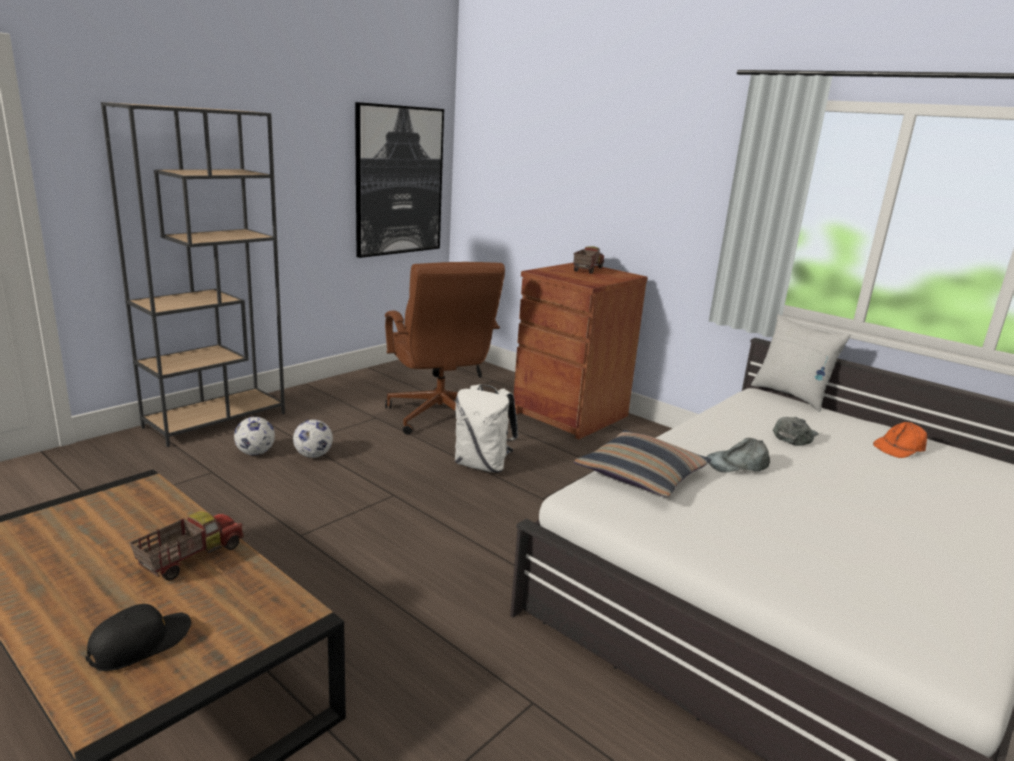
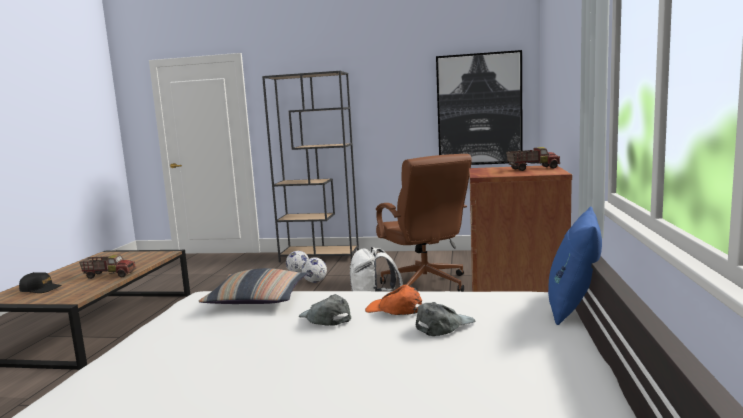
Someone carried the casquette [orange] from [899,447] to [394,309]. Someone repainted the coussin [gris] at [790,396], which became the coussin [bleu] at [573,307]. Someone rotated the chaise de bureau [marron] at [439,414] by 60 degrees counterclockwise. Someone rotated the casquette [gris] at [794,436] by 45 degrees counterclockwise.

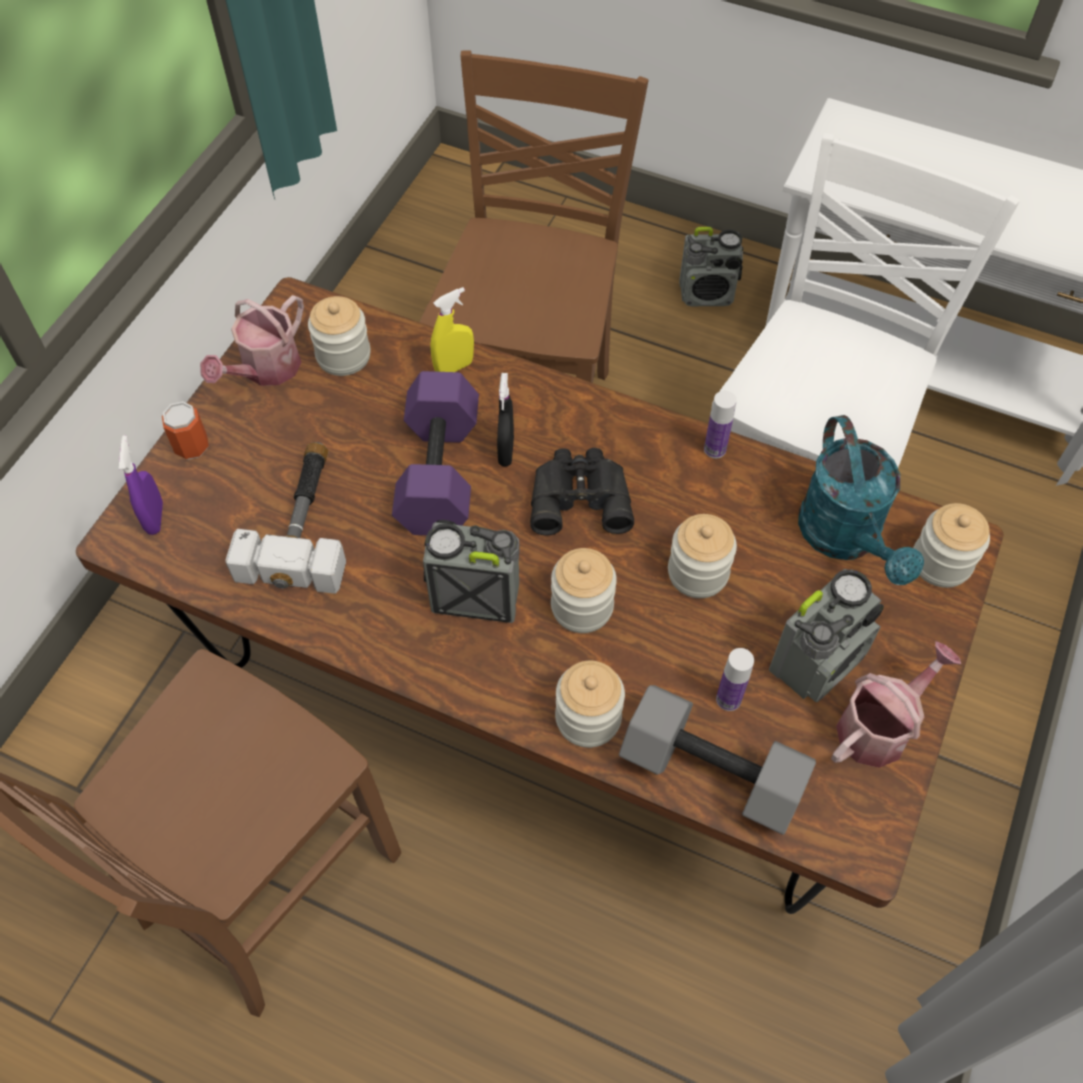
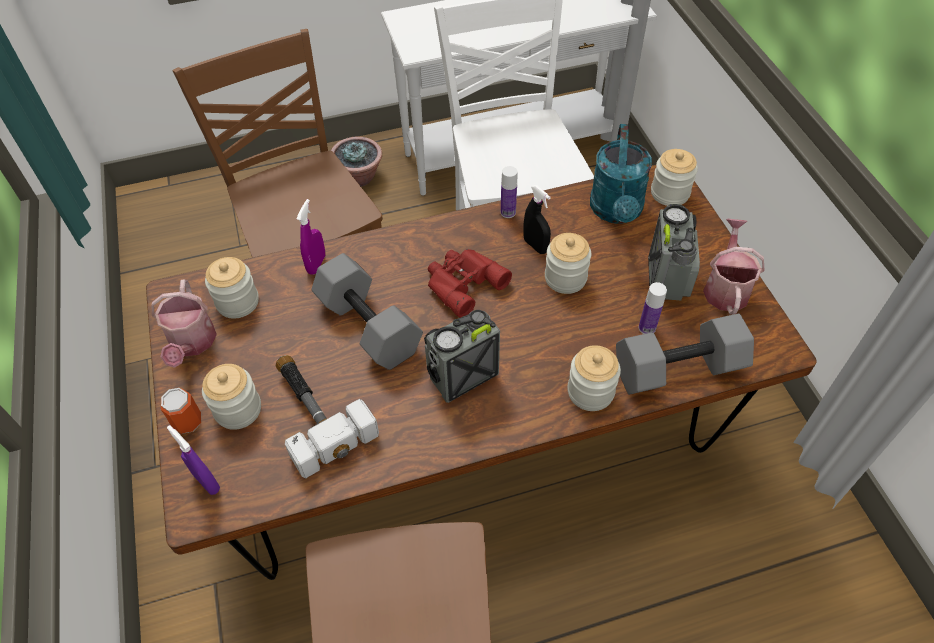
Someone carried the vaporisateur [noir] from [506,451] to [535,246]. Someone carried the bocal from [582,606] to [238,409]. Someone swapped the radio at [707,294] for the plante en pot at [359,177]. Someone repainted the haltère [violet] at [441,474], which became the haltère [gris] at [371,326]. Someone repainted the vaporisateur [jaune] at [454,367], which became the vaporisateur [violet] at [316,264]. Someone repainted the jumelles [noir] at [579,495], which became the jumelles [rouge] at [462,283]. Someone rotated the arrosoir [turquoise] at [846,538] by 60 degrees clockwise.

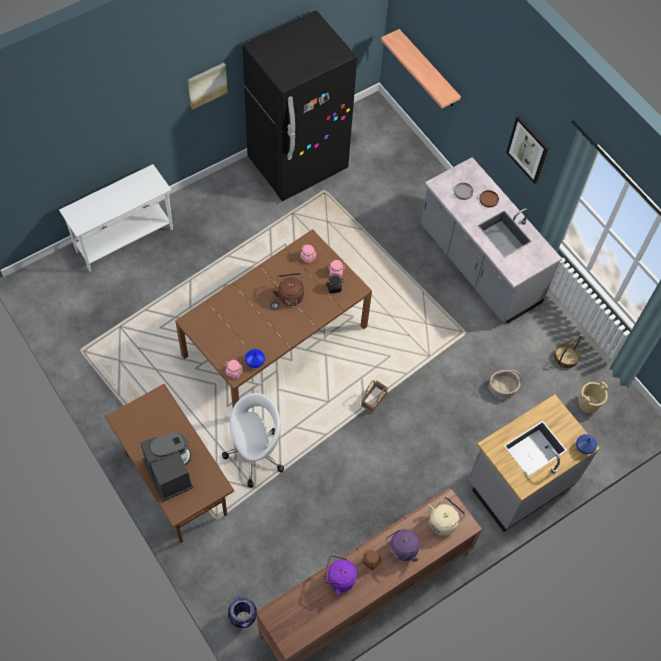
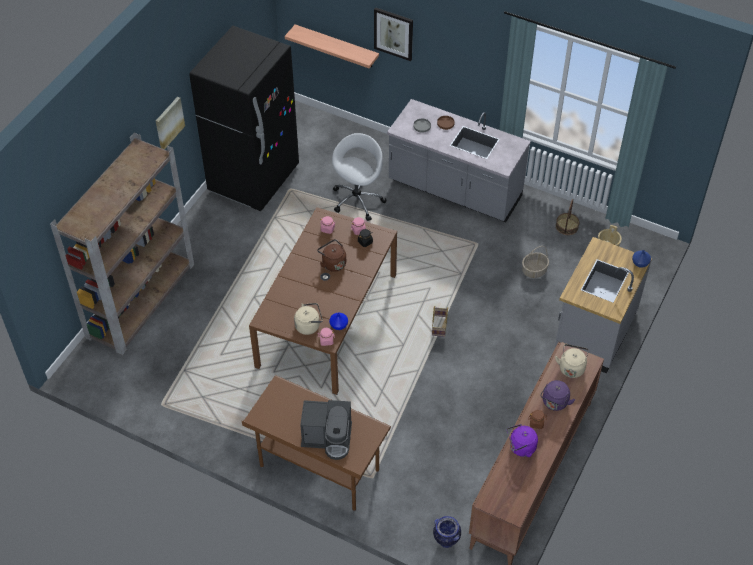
Someone put down the bouilloire [beige] at [309,326]. Someone carried the chaise de bureau [blanc] from [256,453] to [358,200]. Someone carried the tableau from [528,149] to [393,33]. Someone swapped the table console [blanc] at [125,239] for the bibliothèque [marron] at [141,300]. Someone rotated the machine à café at [169,472] by 150 degrees clockwise.

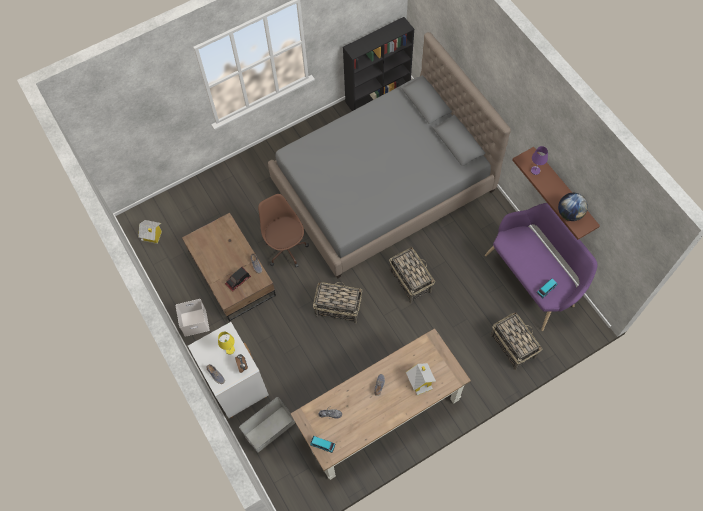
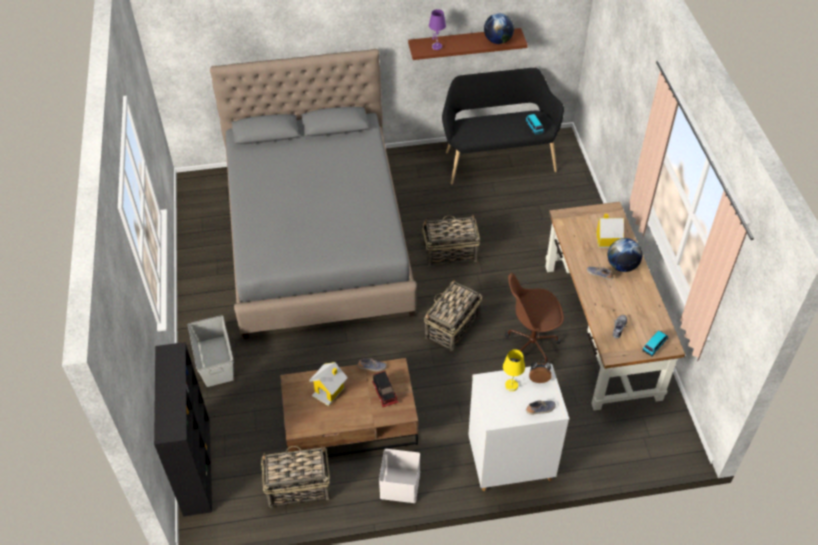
Someone put down the globe at [622,266]. Someone carried the maison miniature from [152,236] to [329,391]. Someone carried the boîte de rangement [gris] from [270,429] to [215,360]. Someone carried the chaise de bureau [marron] from [286,249] to [530,346]. Someone carried the bibliothèque [noir] from [378,93] to [196,465]. Someone carried the panier from [512,345] to [297,487]. Someone repainted the banc [violet] at [533,280], which became the banc [noir] at [497,159].

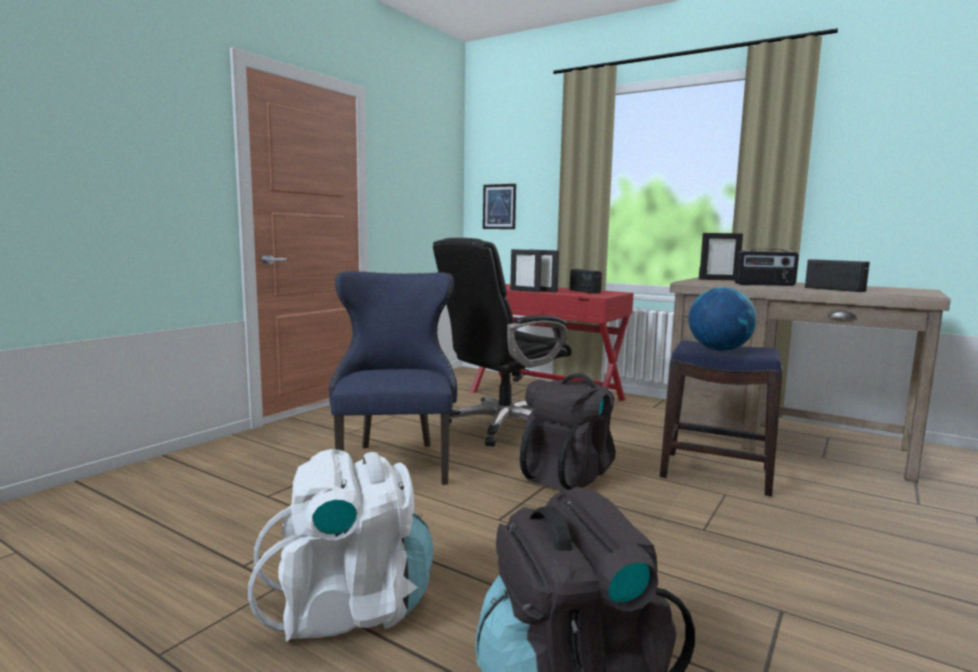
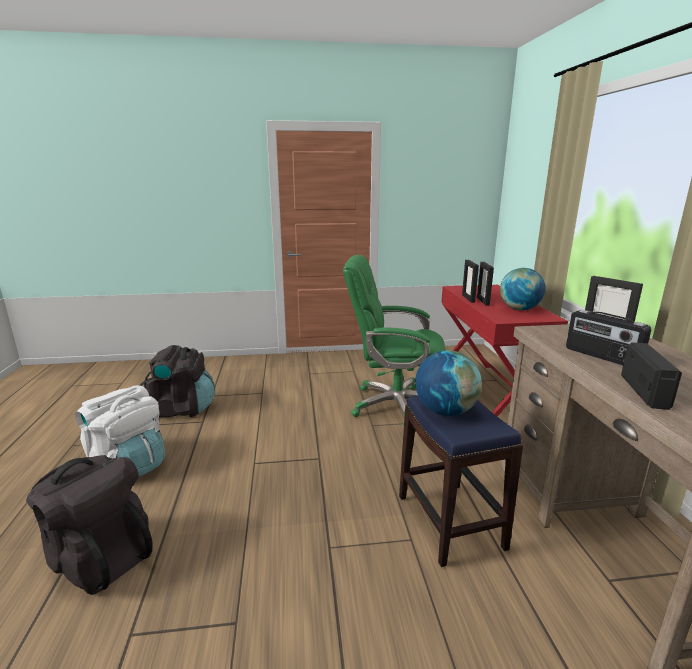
Someone took away the chaise [bleu] at [395,462]. Someone took away the tableau at [499,206]. Someone carried the sac à dos [noir] from [567,475] to [181,409]. Someone swapped the radio at [584,291] for the globe at [519,309]. Someone repainted the chaise de bureau [noir] at [502,426], which became the chaise de bureau [vert] at [394,405].

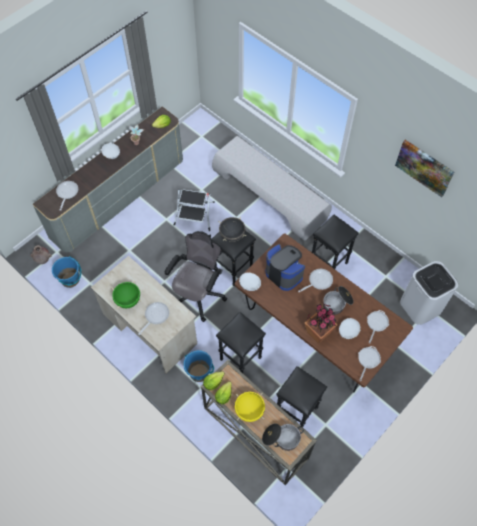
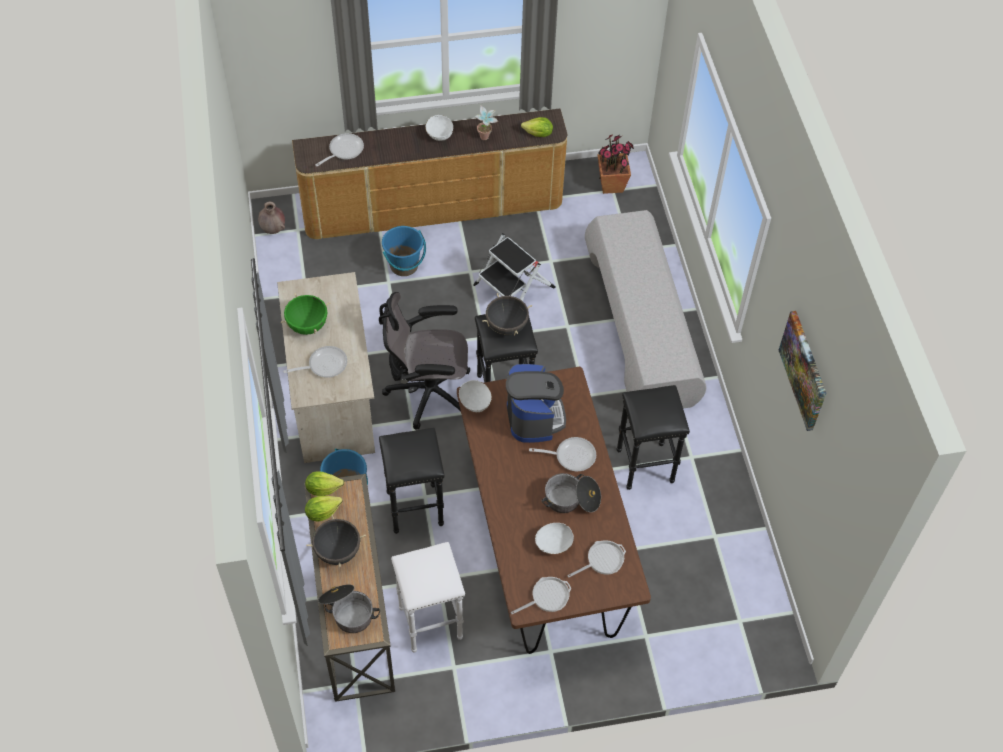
Someone took away the poubelle [blanc] at [421,306]. Someone carried the seau [bleu] from [70,280] to [404,266]. Someone carried the plante en pot from [318,333] to [612,185]. Someone repainted the meuble de rangement [gris] at [119,197], which became the meuble de rangement [marron] at [433,207]. Someone repainted the marmite [jaune] at [249,411], which became the marmite [noir] at [338,552]. Someone repainted the tabouret [noir] at [295,411], which became the tabouret [blanc] at [429,622]. Someone rotated the chaise de bureau at [198,295] by 150 degrees counterclockwise.

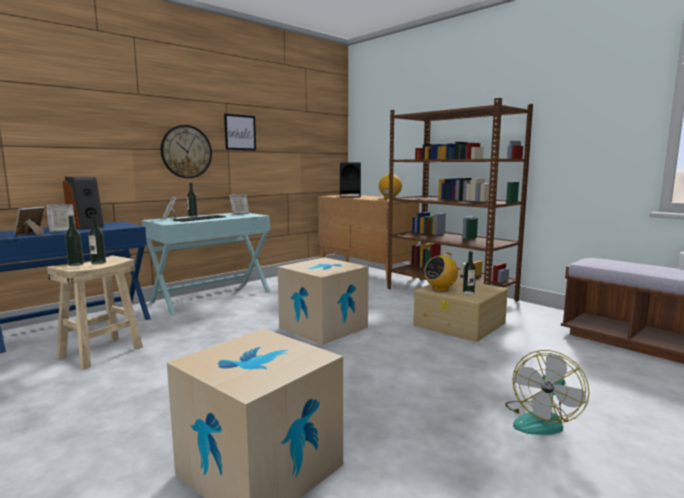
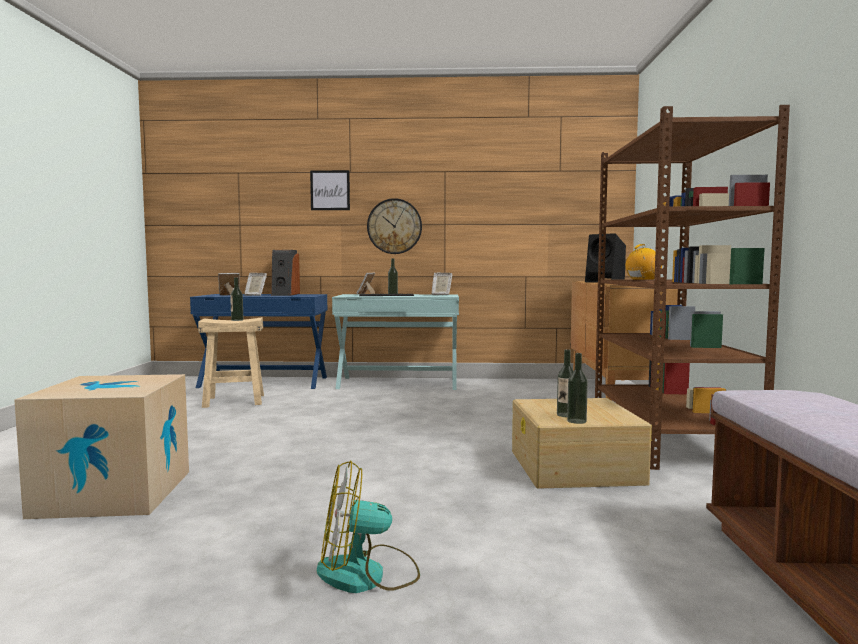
Someone took away the carton at [323,327]. Someone took away the radio at [440,289]. Someone carried the bouteille from [76,264] to [576,421]. Someone carried the tableau from [240,132] to [330,190].

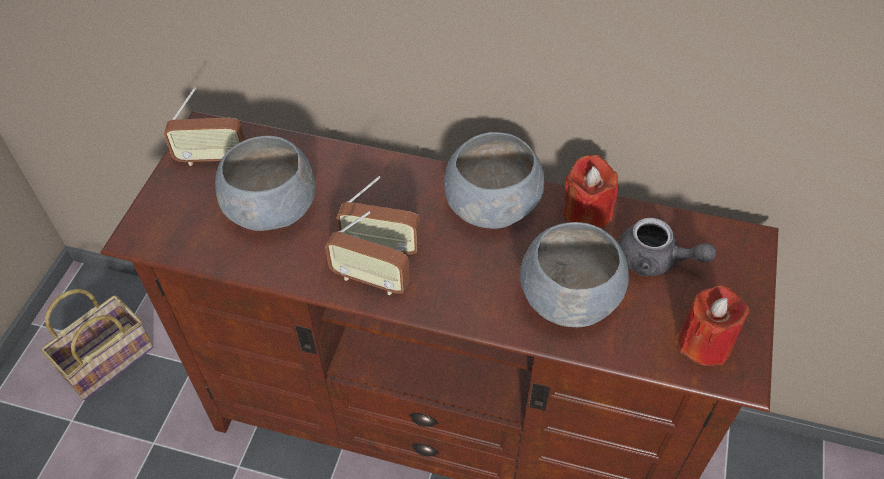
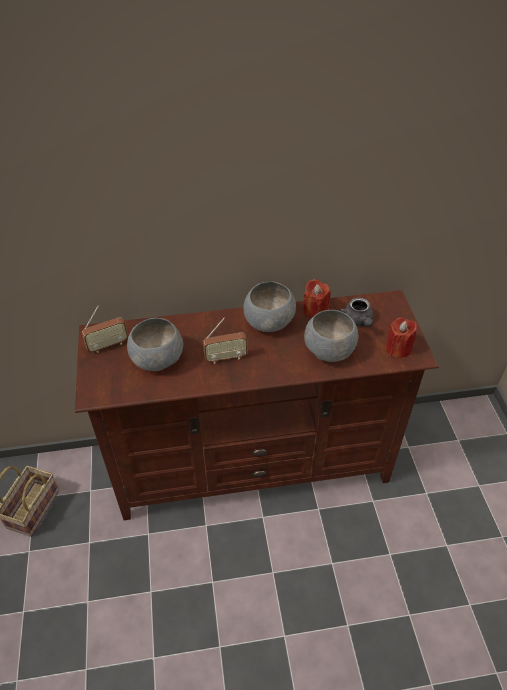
Someone took away the radio at [370,280]. Someone rotated the théière [gris] at [655,261] by 75 degrees clockwise.

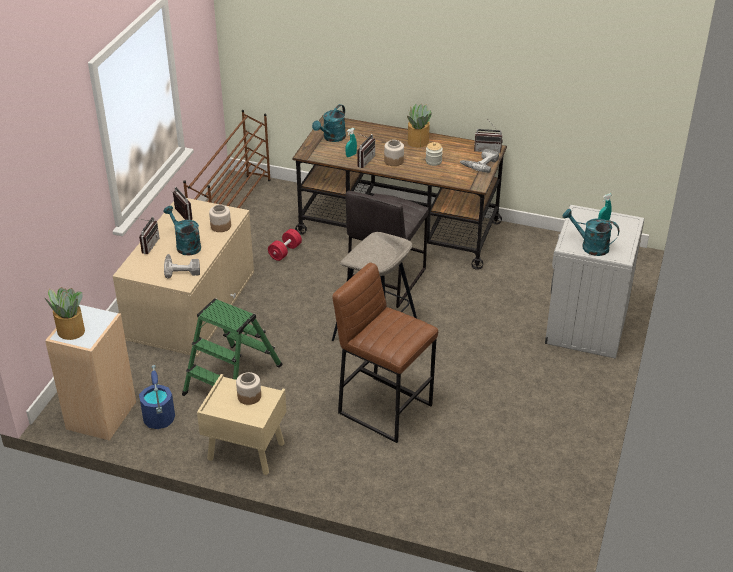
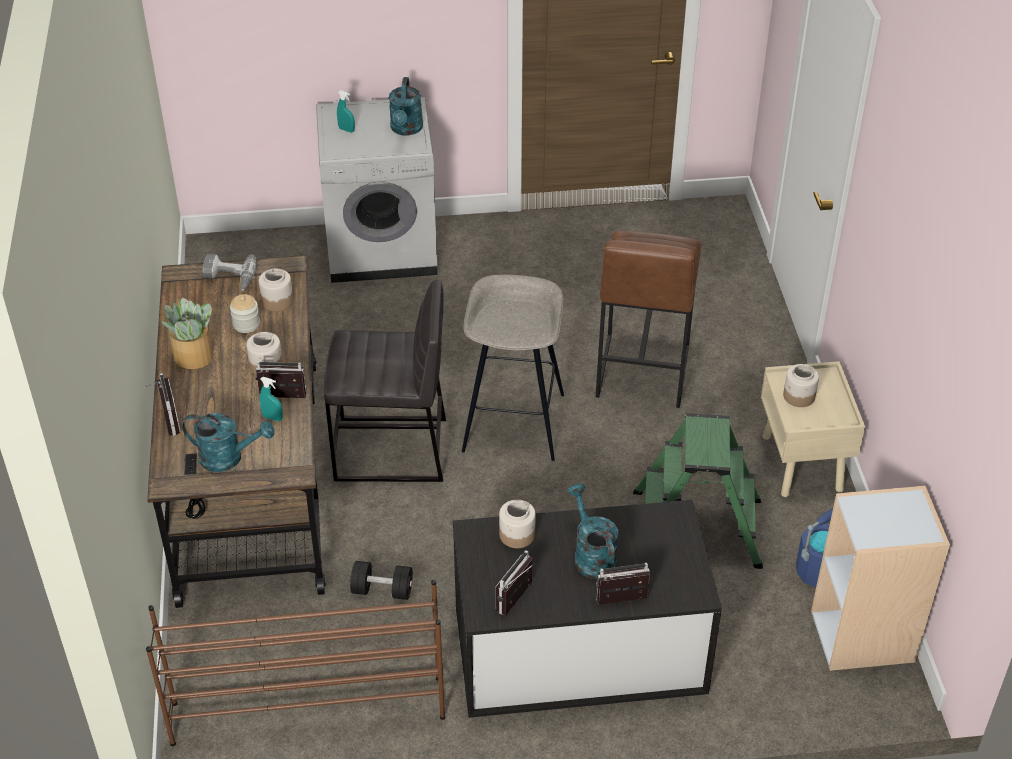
Someone took away the plante en pot at [70,330]. Someone took away the perceuse at [182,268]. Someone put down the bocal at [277,301]. Someone carried the radio from [488,149] to [165,420]. Someone repainted the meuble de rangement [beige] at [191,304], which became the meuble de rangement [noir] at [578,649]. Someone repainted the haltère [rouge] at [285,252], which became the haltère [noir] at [382,590]. Someone rotated the arrosoir [turquoise] at [185,245] by 135 degrees clockwise.

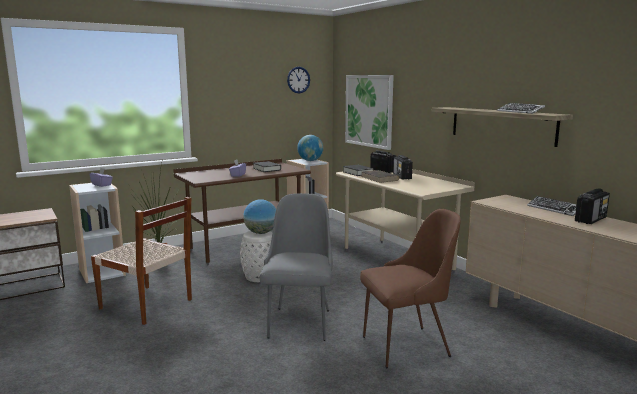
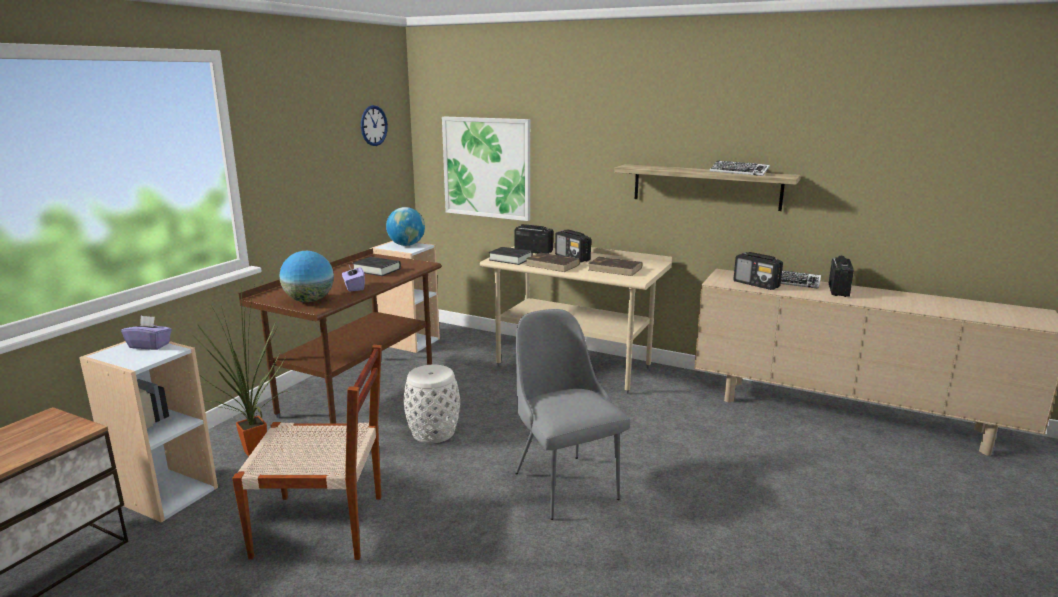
Someone took away the chaise [marron] at [406,346]. Someone put down the livre [marron] at [615,269]. Someone put down the radio at [756,284]. Someone carried the globe from [261,233] to [309,301].

